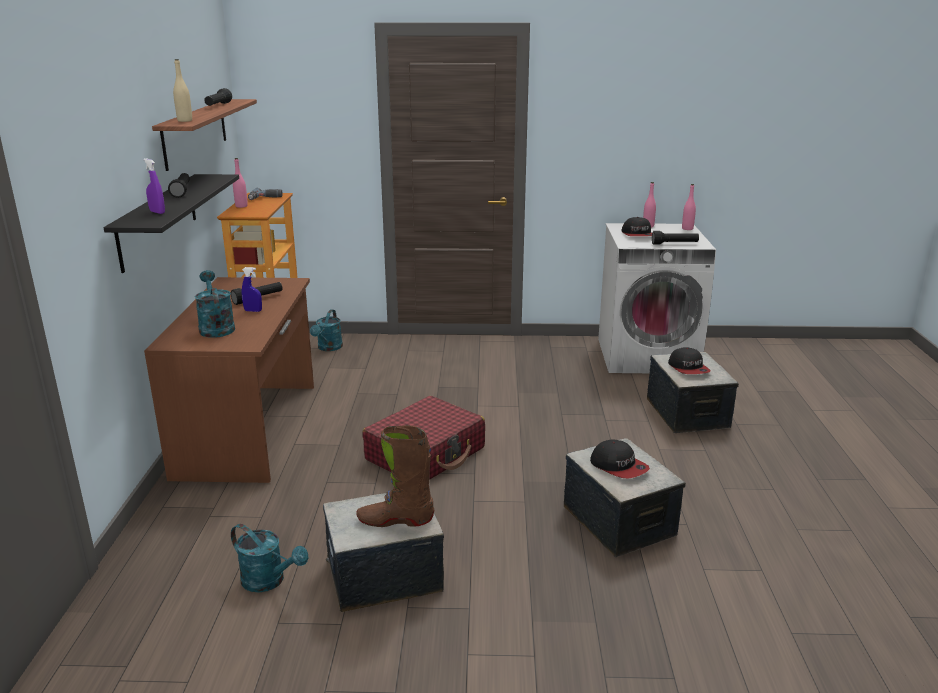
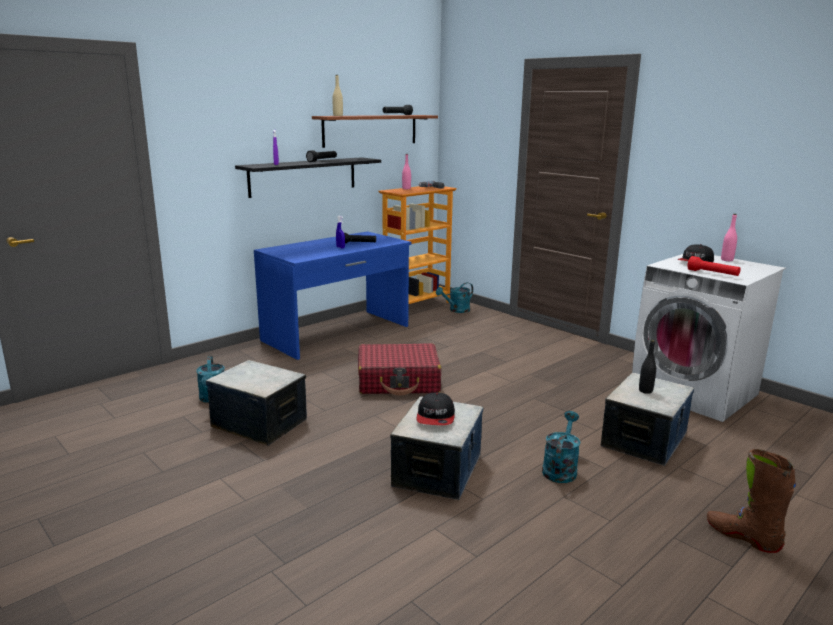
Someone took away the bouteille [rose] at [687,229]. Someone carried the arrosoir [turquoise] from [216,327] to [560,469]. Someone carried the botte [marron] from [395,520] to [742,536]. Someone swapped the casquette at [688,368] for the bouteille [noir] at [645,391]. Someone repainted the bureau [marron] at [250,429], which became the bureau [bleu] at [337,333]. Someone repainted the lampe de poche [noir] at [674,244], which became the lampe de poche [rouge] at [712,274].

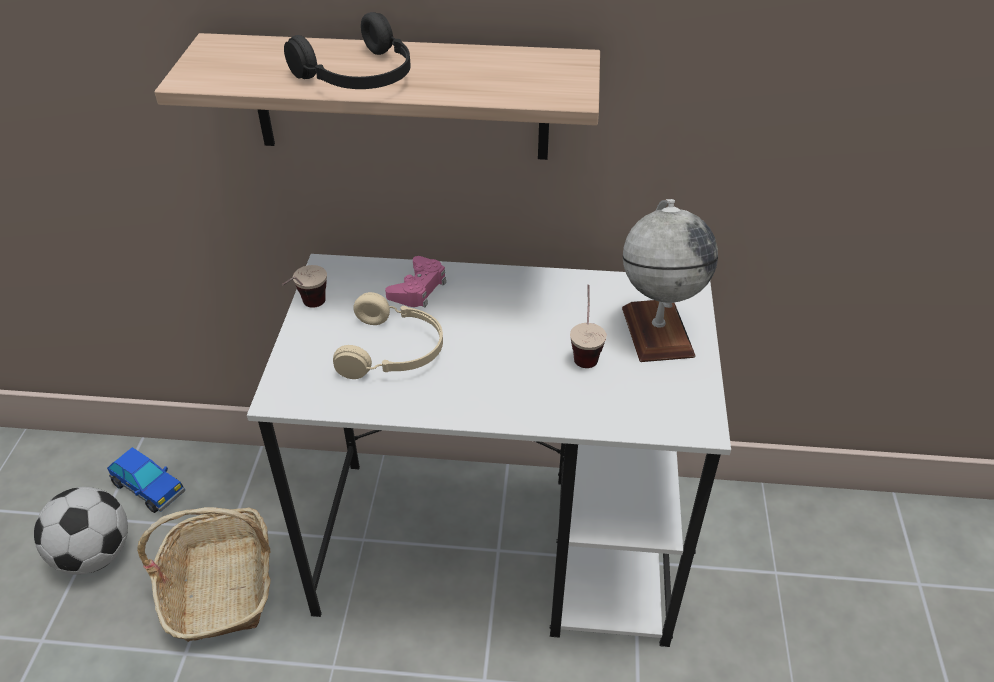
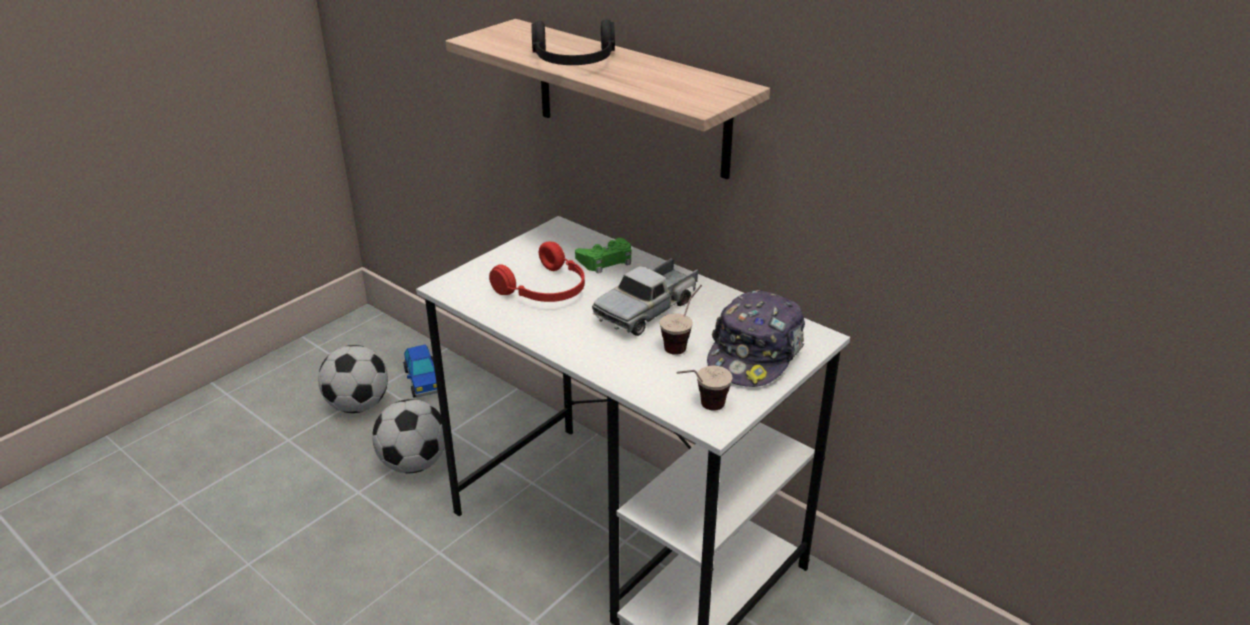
Someone put down the camion jouet at [648,309]. Someone carried the tasse from [307,309] to [701,409]. Someone swapped the panier at [221,586] for the ballon de foot at [414,463]. Someone swapped the globe at [657,331] for the casquette at [755,353]. Someone repainted the casque audio [beige] at [394,351], which became the casque audio [rouge] at [545,290]. Someone repainted the manette [rose] at [418,288], which became the manette [vert] at [606,261].

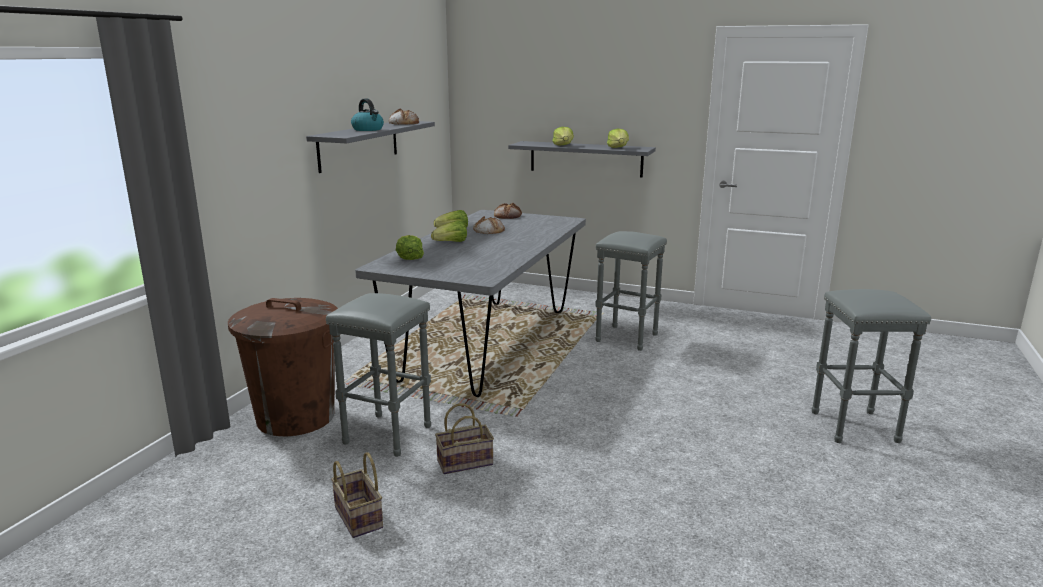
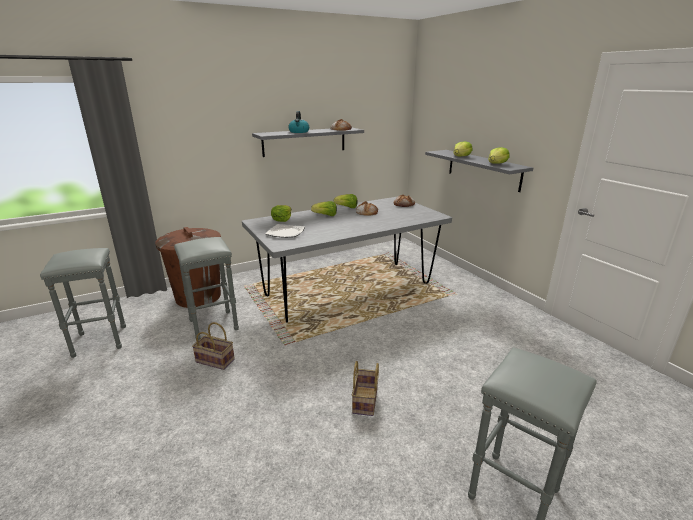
Someone put down the assiette at [285,233]. Someone carried the panier from [360,518] to [365,401]. Someone carried the tabouret [gris] from [627,338] to [98,341].

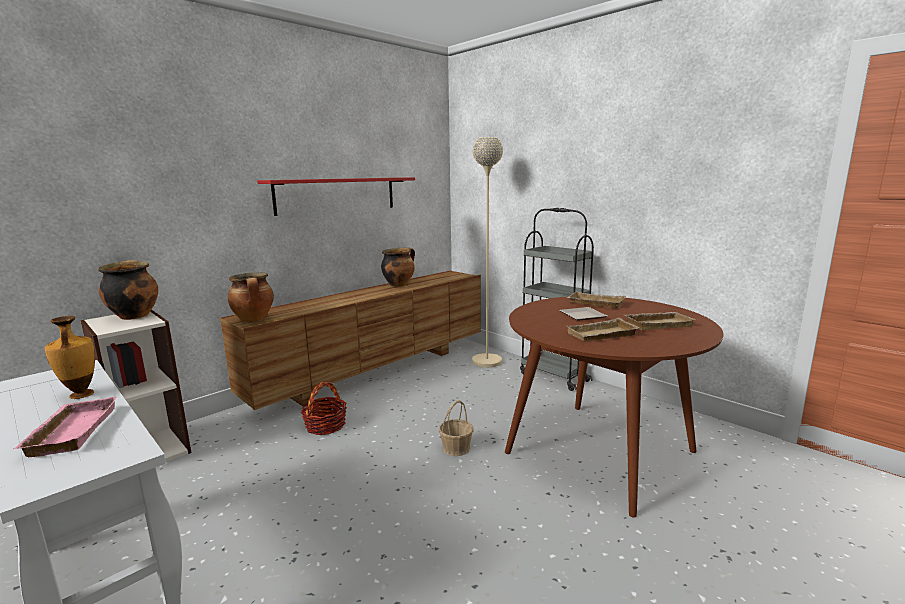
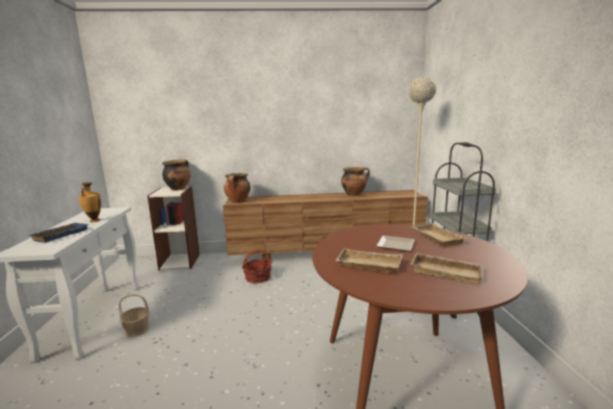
Someone took away the étagère [rouge] at [337,195]. Someone carried the panier from [456,448] to [137,330]. Someone repainted the plateau [rose] at [70,431], which became the plateau [bleu] at [60,235].

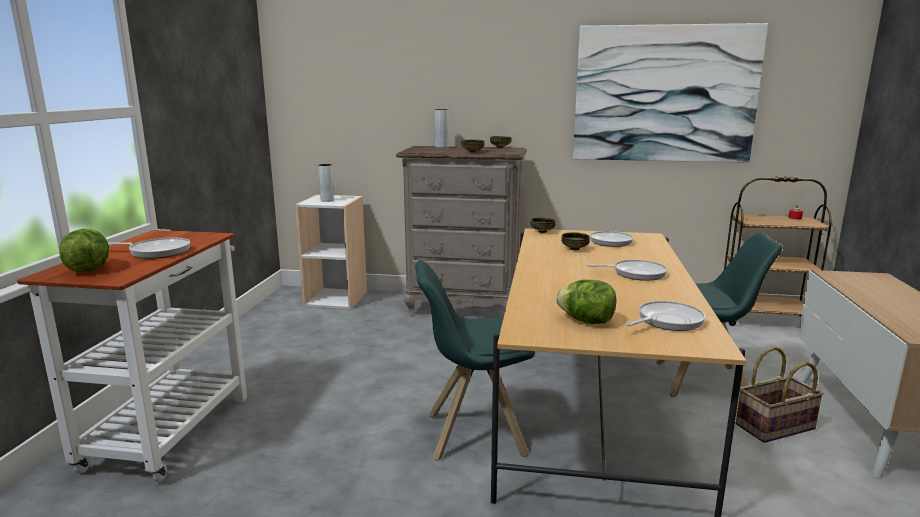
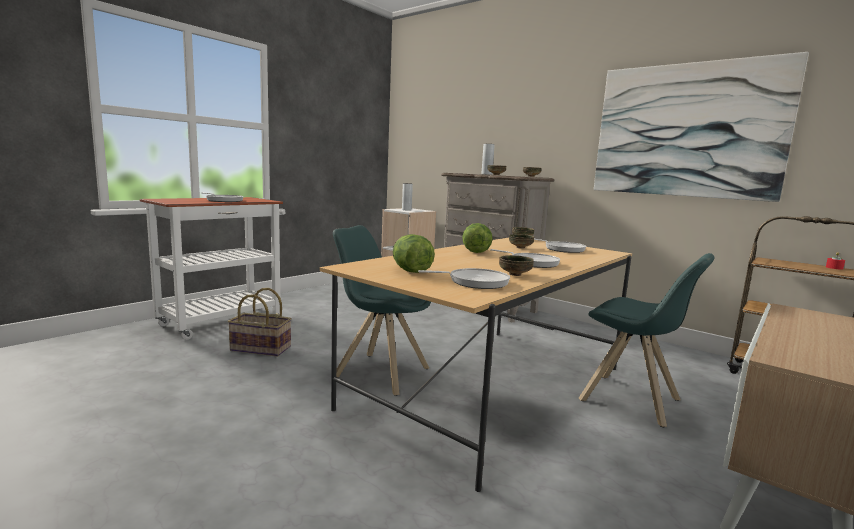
Someone put down the bol at [515,275]. Someone carried the laitue from [88,269] to [476,252]. Someone carried the panier from [775,427] to [260,349].

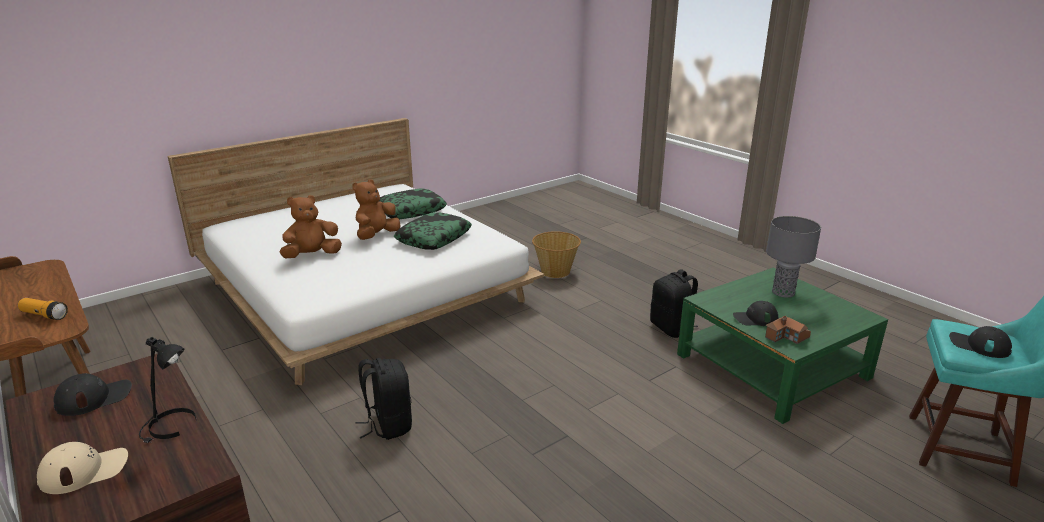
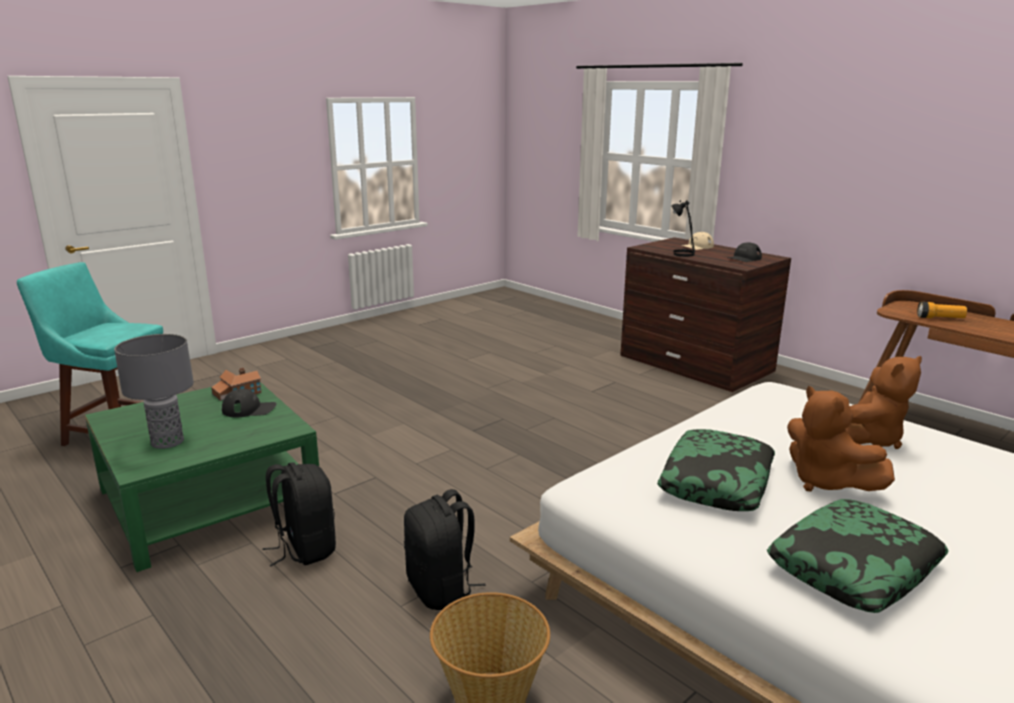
Someone took away the casquette [noir] at [978,345]. Someone carried the sac à dos [noir] from [388,425] to [441,590]. Someone rotated the peluche [marron] at [376,236] by 120 degrees clockwise.

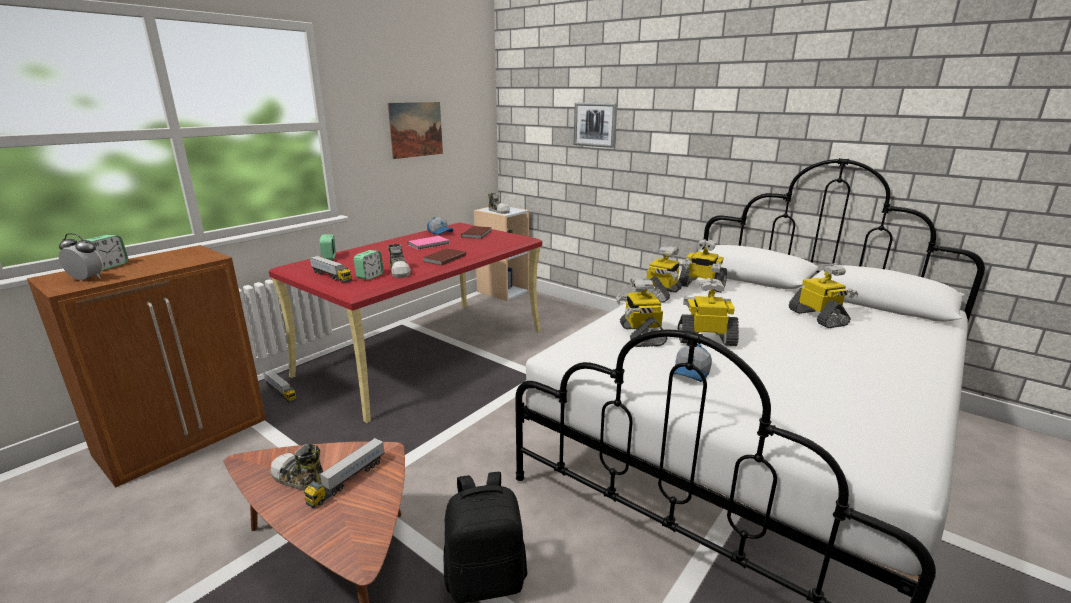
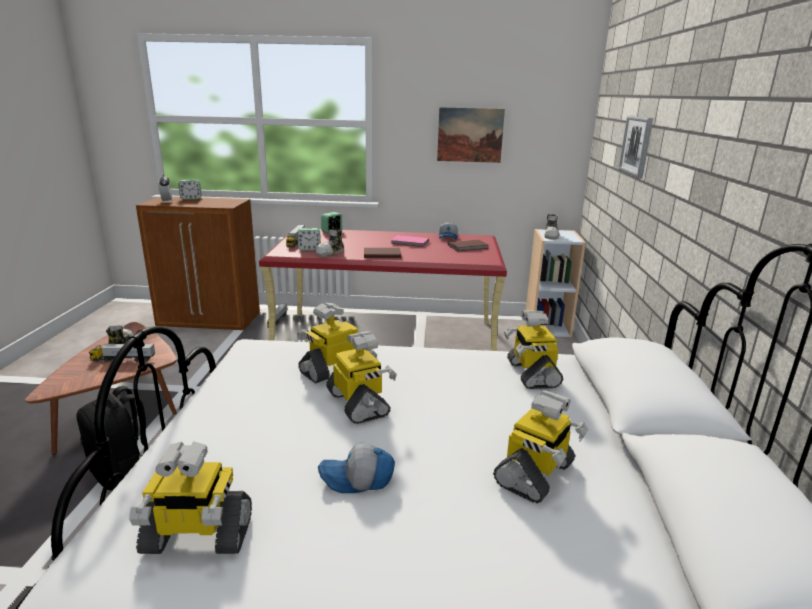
Someone carried the robot jouet from [661,294] to [197,536]. Someone carried the casquette from [691,372] to [357,479].

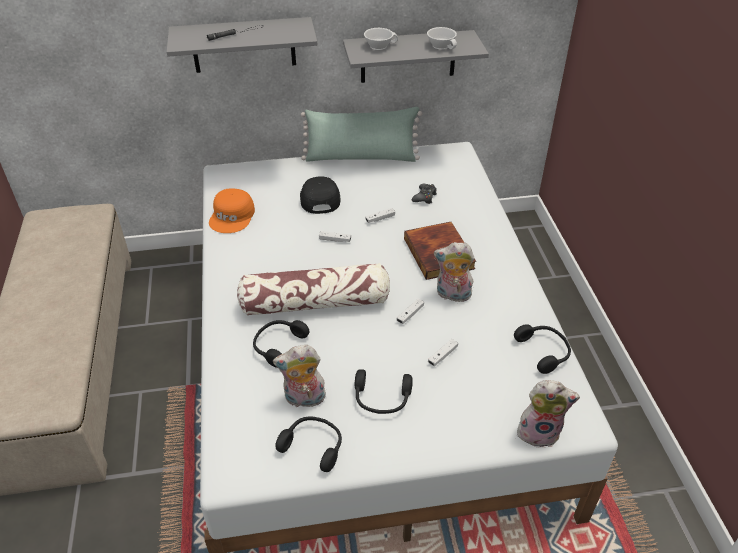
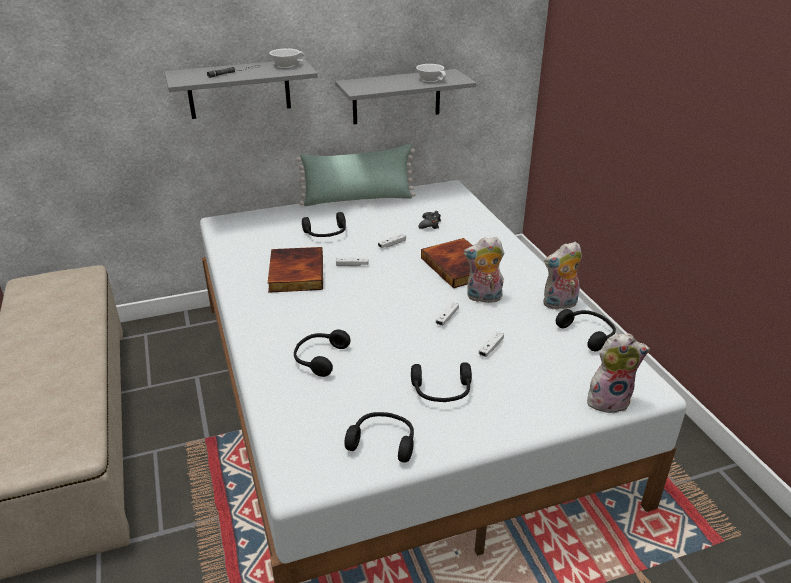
Someone took away the casquette [orange] at [233,216]. Someone took away the coussin at [315,303]. Someone put down the livre at [295,273]. Someone carried the peluche from [304,399] to [559,304]. Someone carried the tasse [blanc] from [379,45] to [286,65]. Someone swapped the casquette [noir] at [319,198] for the casque audio [noir] at [326,234].

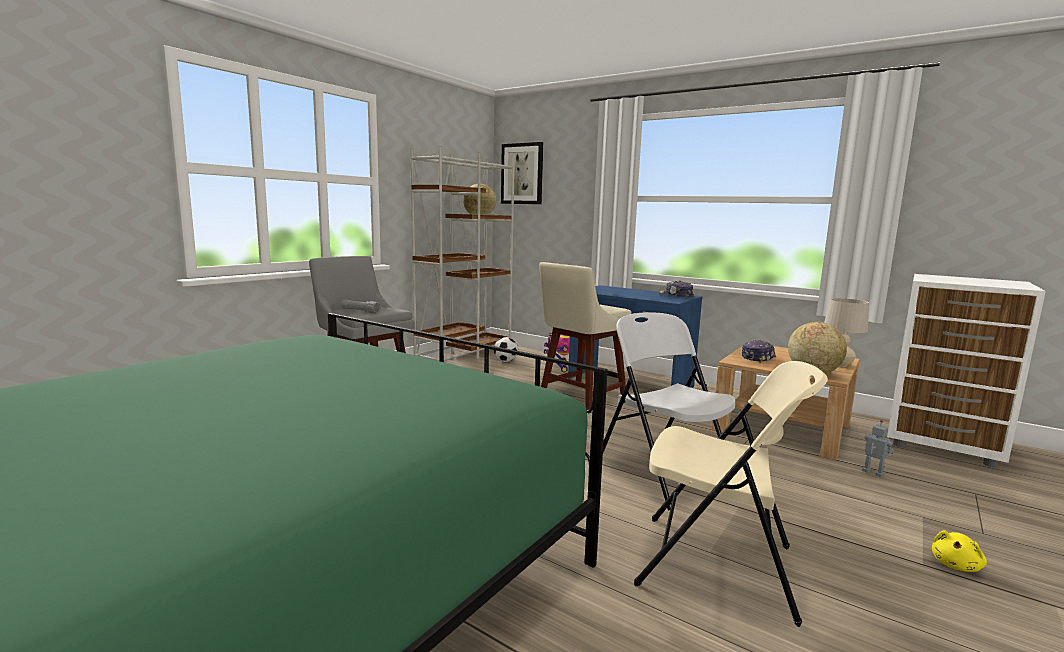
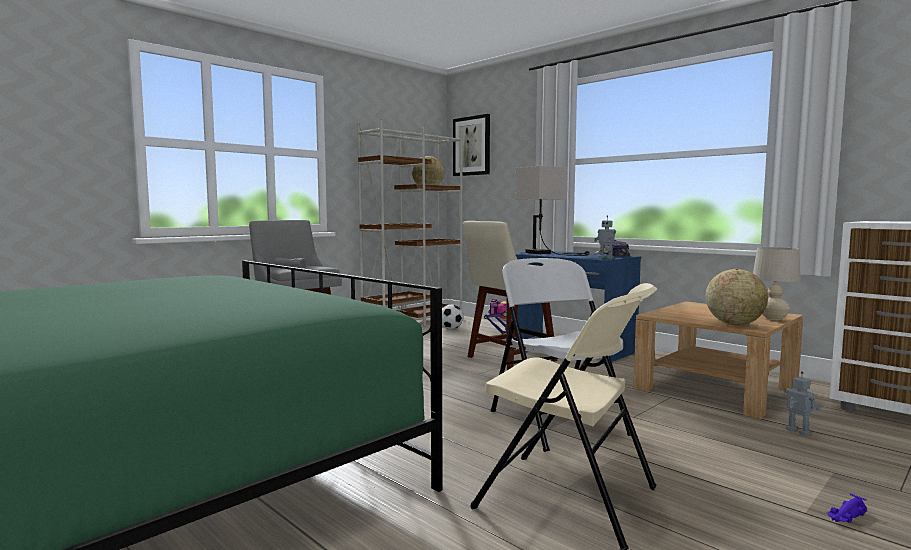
Someone took away the casquette at [758,358]. Someone put down the lampe de table at [553,253]. Someone put down the robot jouet at [606,258]. Someone swapped the peluche [jaune] at [956,565] for the petite voiture [violet] at [846,516].

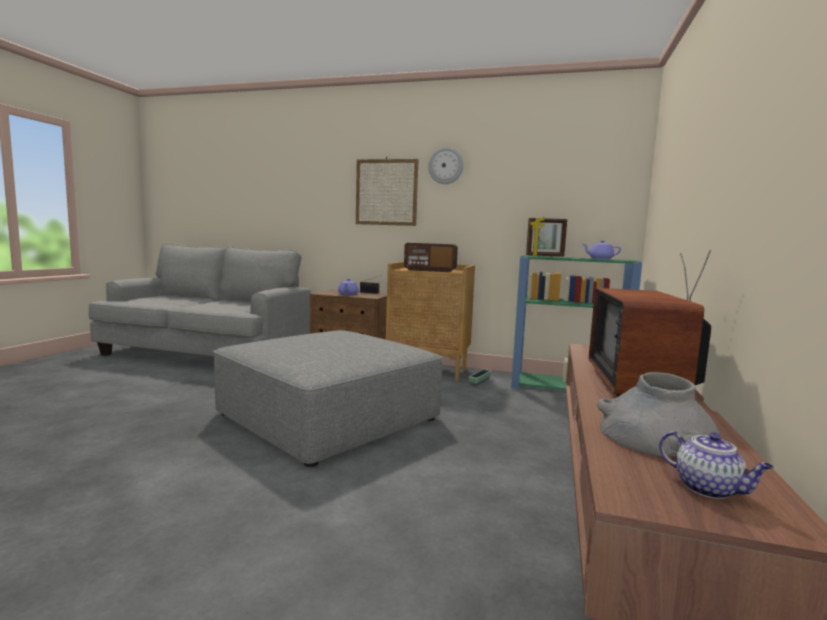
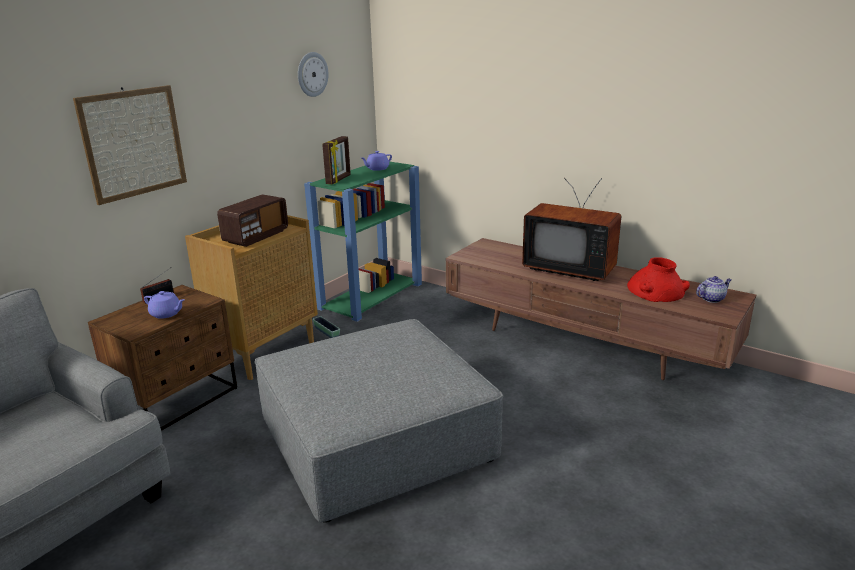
Someone carried the horloge murale from [446,166] to [312,74]. Someone repainted the vase [gris] at [657,437], which became the vase [rouge] at [656,291].

